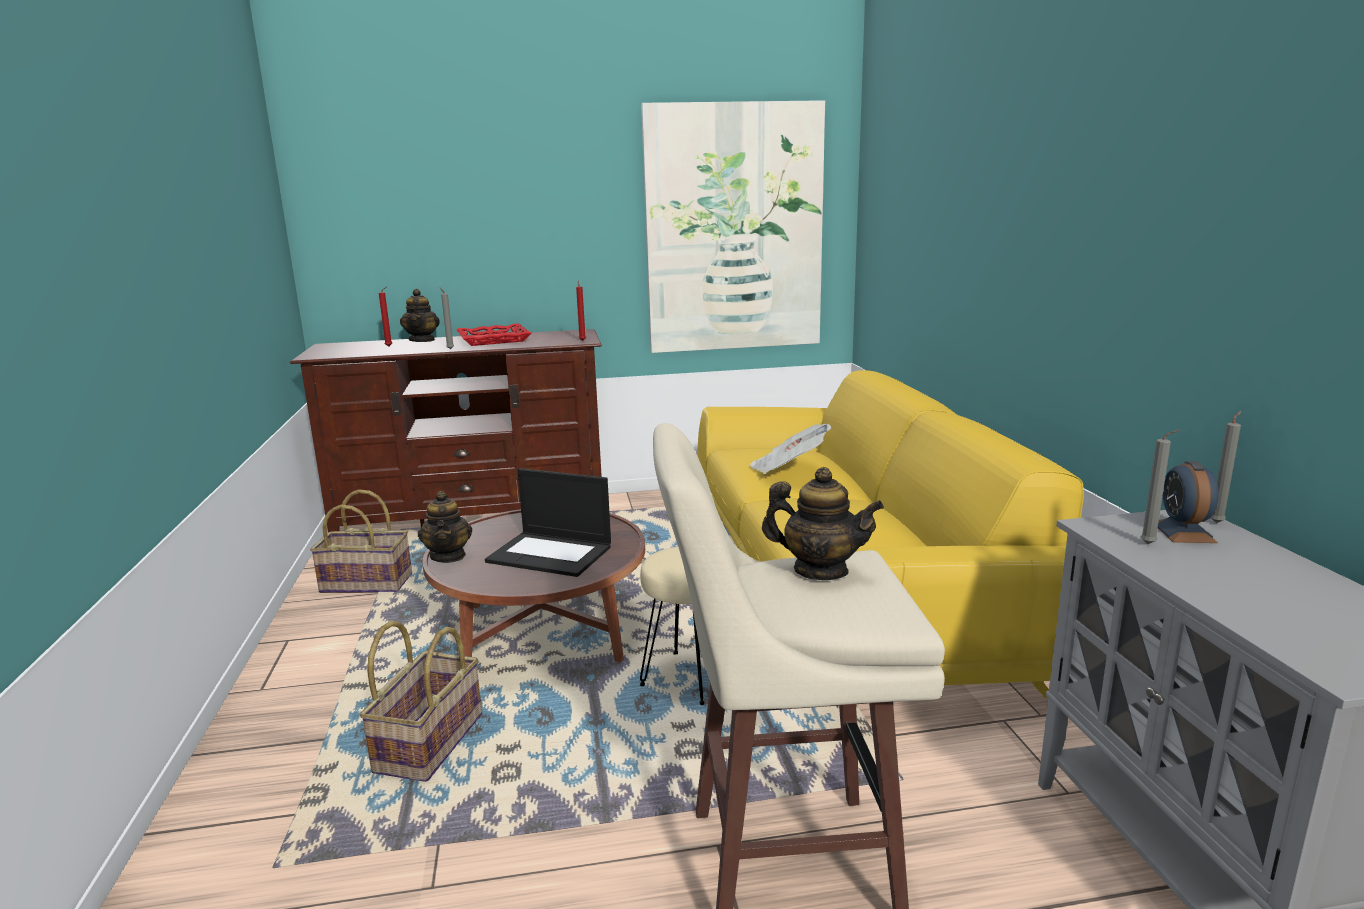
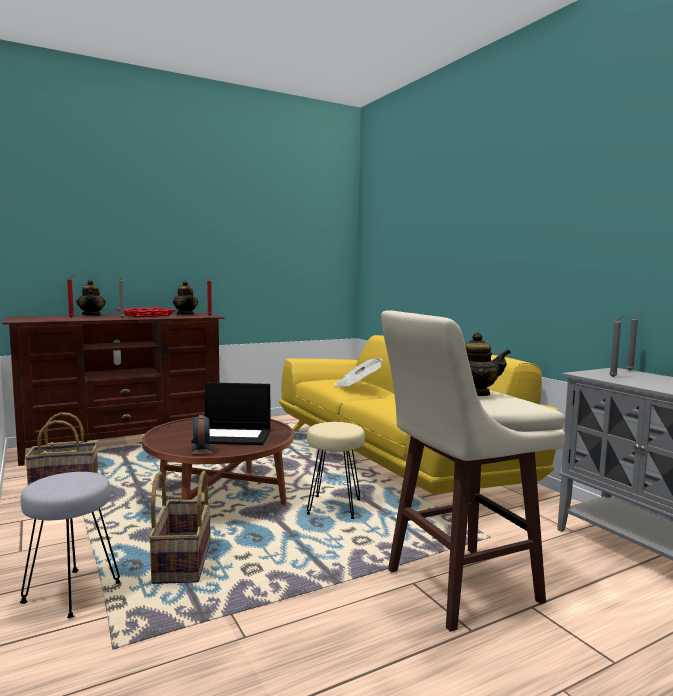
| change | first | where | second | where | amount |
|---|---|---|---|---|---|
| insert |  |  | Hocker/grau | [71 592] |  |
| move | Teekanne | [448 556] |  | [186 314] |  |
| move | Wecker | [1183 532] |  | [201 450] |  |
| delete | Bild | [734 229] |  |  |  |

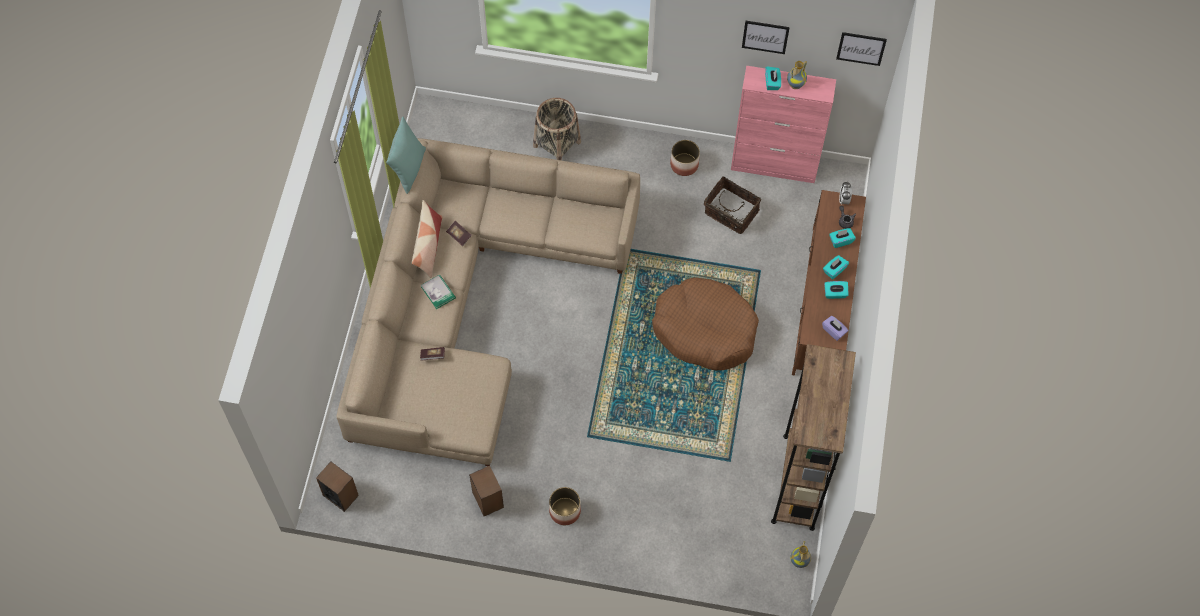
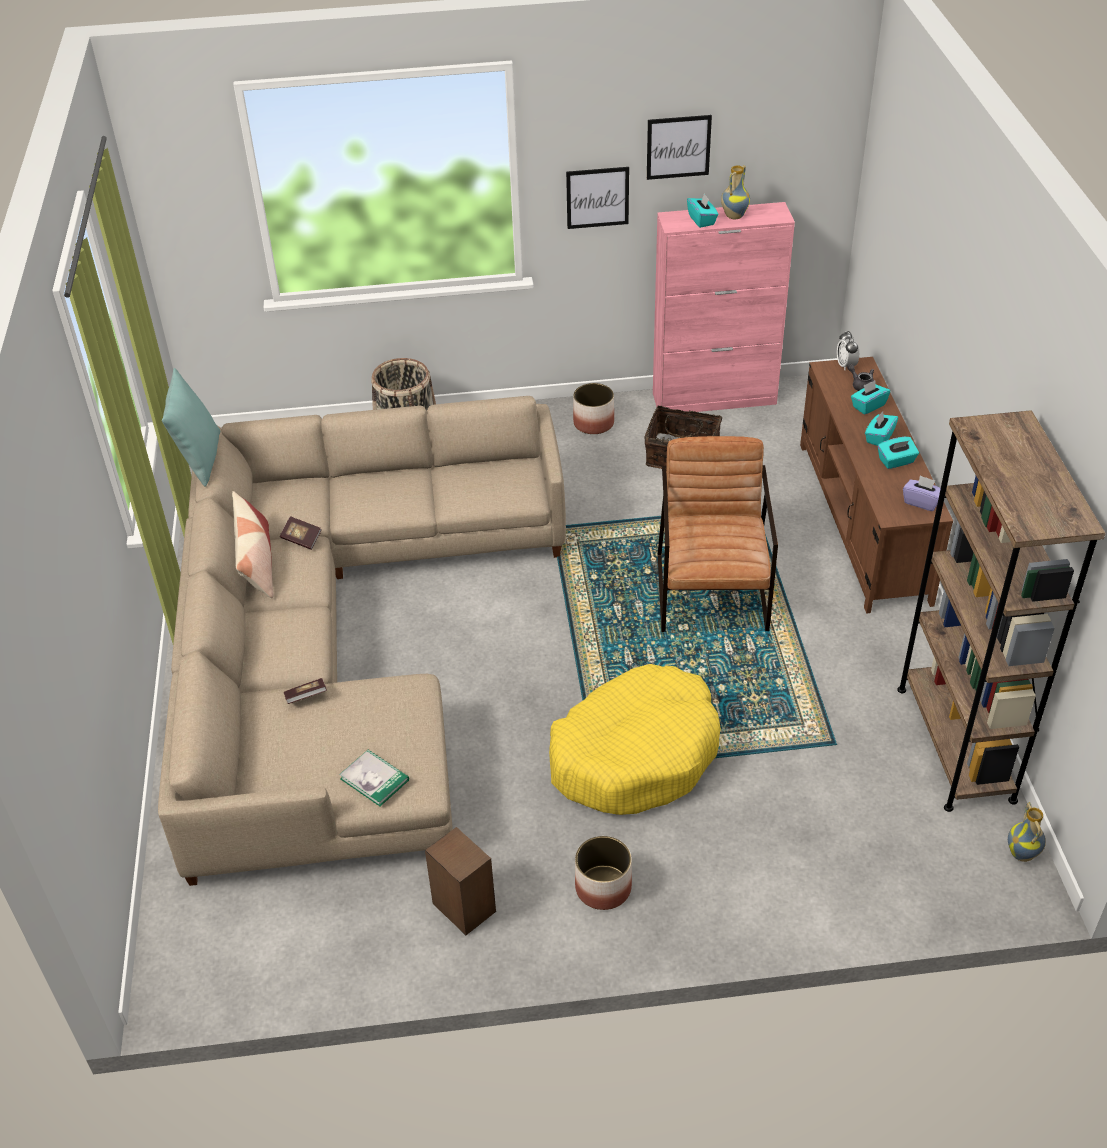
| change | first | where | second | where | amount |
|---|---|---|---|---|---|
| move | Buch | [438 292] |  | [374 779] |  |
| insert |  |  | Hundebett/gelb | [635 754] |  |
| move | Bild | [861 48] |  | [597 197] |  |
| replace | Hundebett/braun | [704 330] | Sessel/braun | [712 592] |  |
| delete | Lautsprecher | [340 495] |  |  |  |

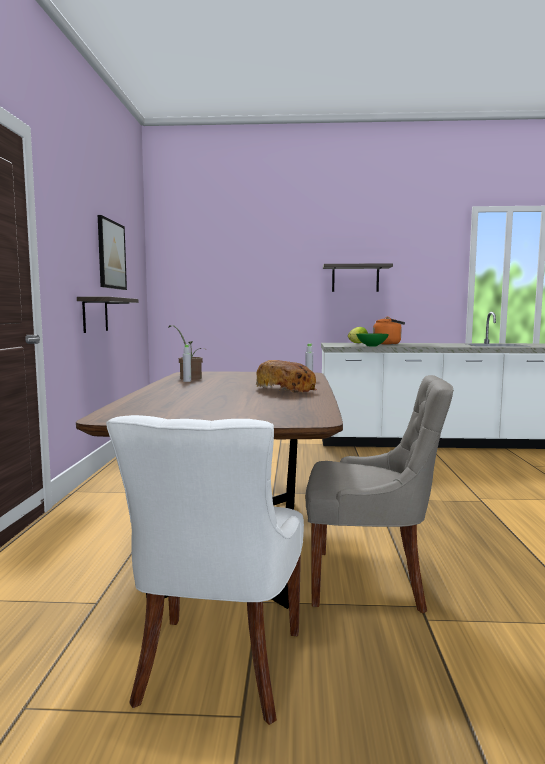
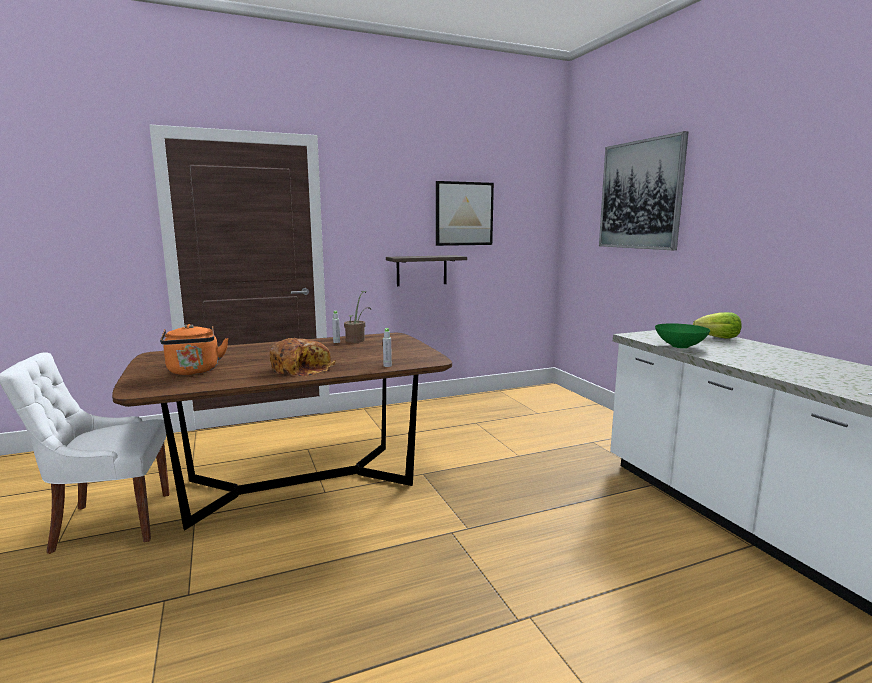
| change | first | where | second | where | amount |
|---|---|---|---|---|---|
| move | Wasserkessel/orange | [388 344] |  | [194 371] |  |
| insert |  |  | Bild | [640 195] |  |
| delete | Stuhl/grau | [371 581] |  |  |  |
| delete | Wandregal | [355 278] |  |  |  |

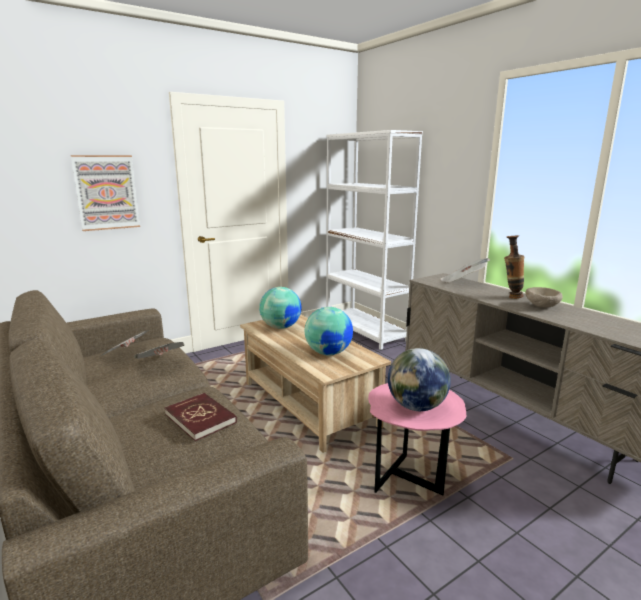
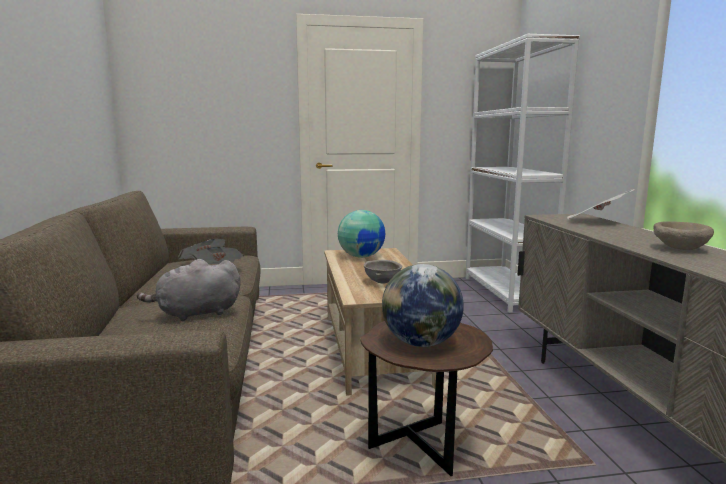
| change | first | where | second | where | amount |
|---|---|---|---|---|---|
| replace | Buch/rot | [201 418] | Plüschtier/grau | [195 313] |  |
| recolor | Beistelltisch/rosa | [410 481] | Beistelltisch/braun | [423 450] |  |
| replace | Globus | [328 353] | Schüssel/grau | [383 282] |  |
| delete | Bild | [106 192] |  |  |  |
| delete | Vase | [511 297] |  |  |  |

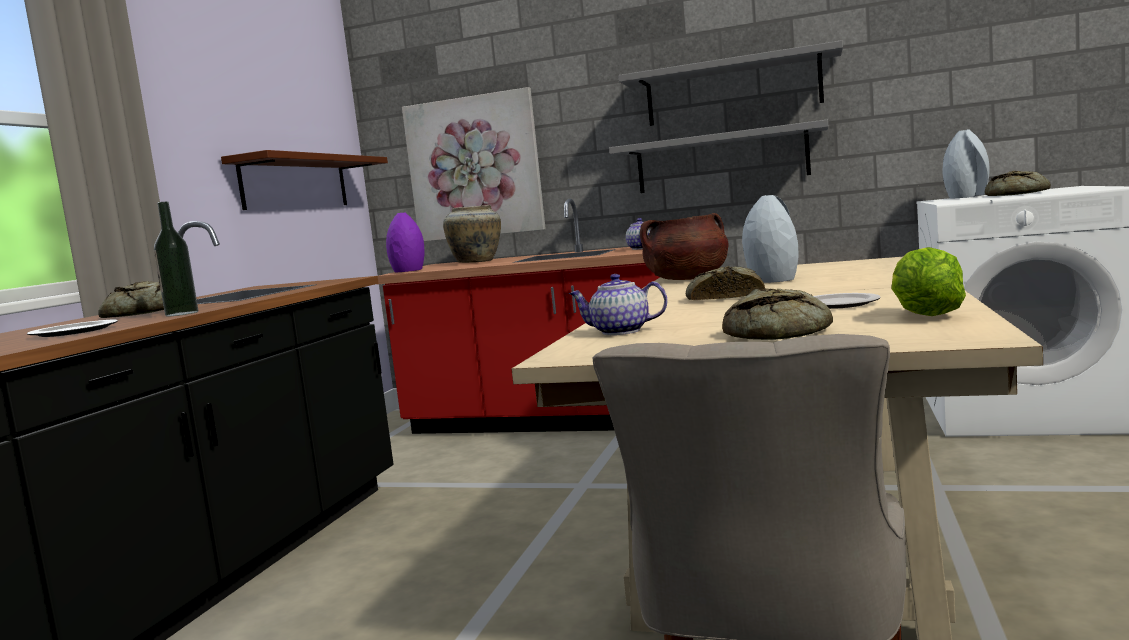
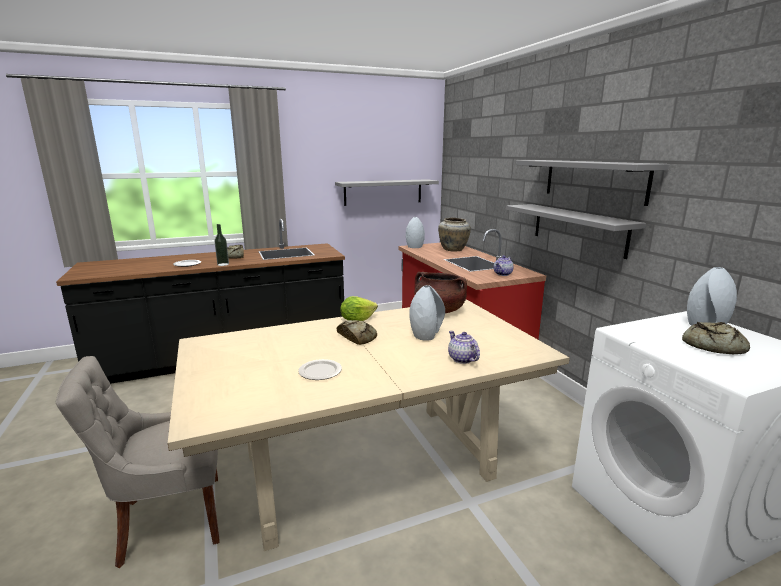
| change | first | where | second | where | amount |
|---|---|---|---|---|---|
| recolor | Wandregal/braun | [295 183] | Wandregal/grau | [383 192] |  |
| move | Salatkopf | [925 316] |  | [357 320] |  |
| recolor | Vase/lila | [408 271] | Vase/grau | [414 247] |  |
| move | Teekanne | [619 332] |  | [461 359] |  |
| delete | Bild | [474 167] |  |  |  |
| delete | Brot | [782 332] |  |  |  |

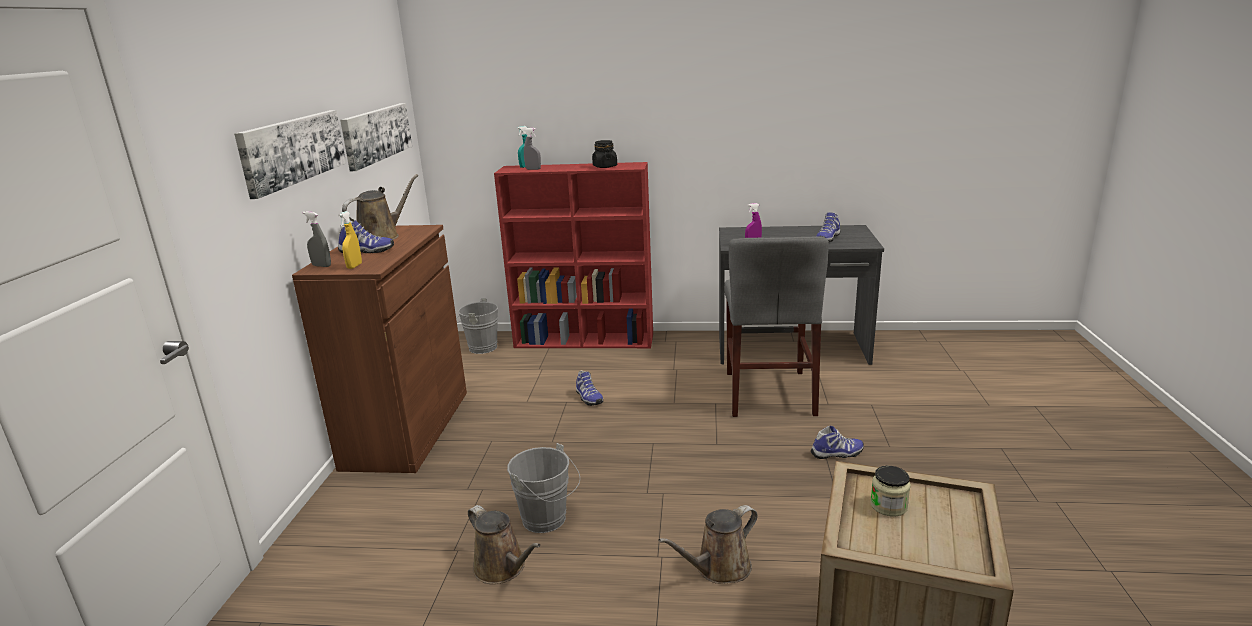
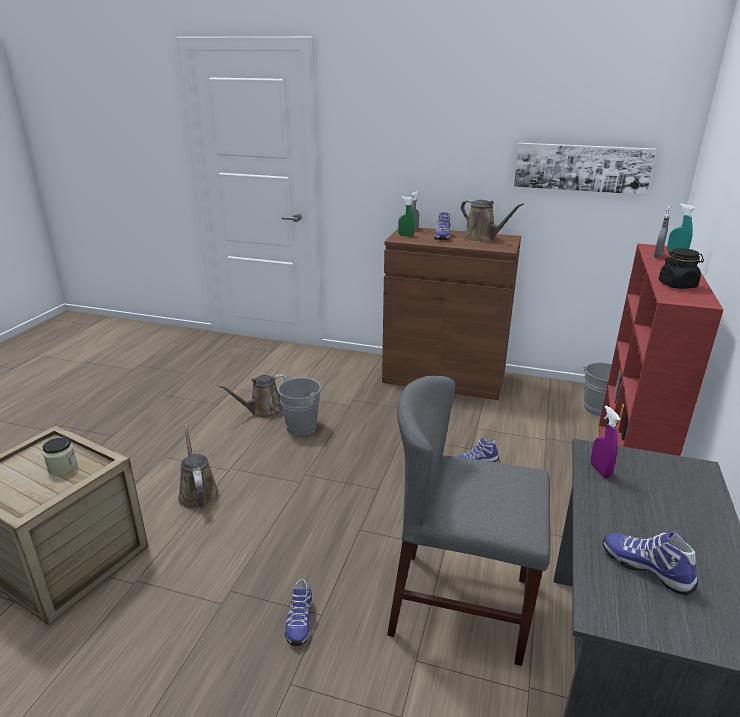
| change | first | where | second | where | amount |
|---|---|---|---|---|---|
| recolor | Sprühflasche/gelb | [354 266] | Sprühflasche/grün | [406 235] |  |
| delete | Bild | [293 150] |  |  |  |

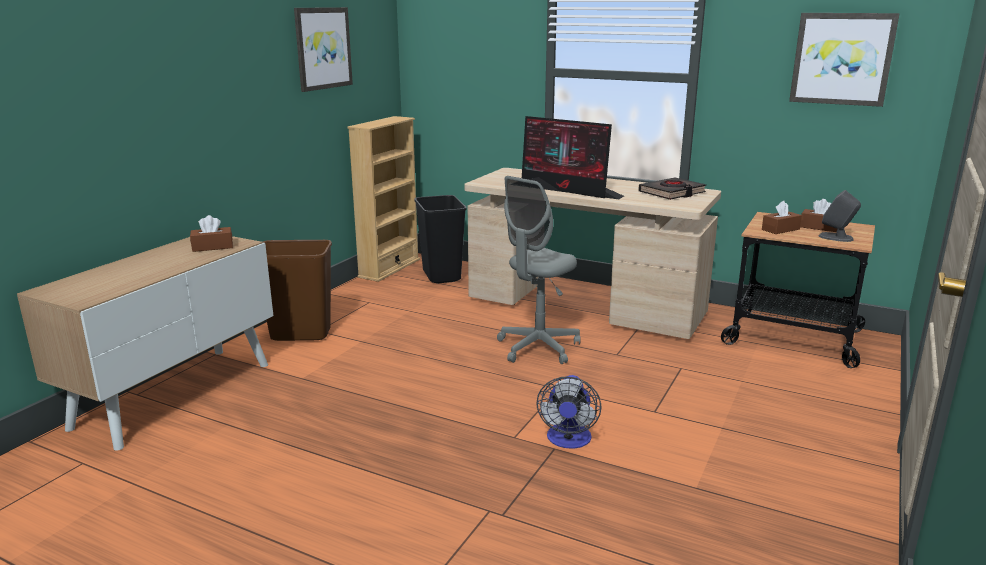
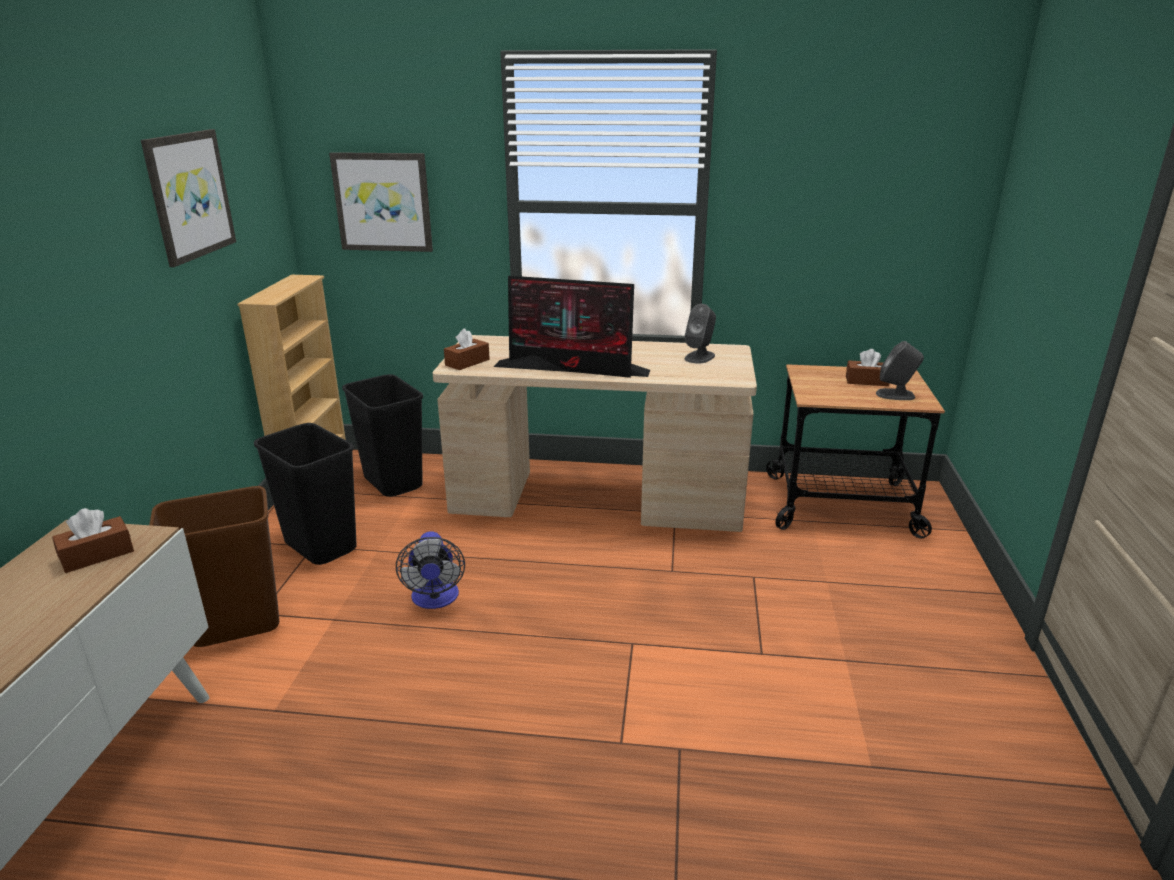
| change | first | where | second | where | amount |
|---|---|---|---|---|---|
| insert |  |  | Mülleimer/schwarz | [319 547] |  |
| move | Bild | [842 59] |  | [383 202] |  |
| move | Ventilator | [568 440] |  | [435 599] |  |
| move | Taschentuchbox/braun | [780 229] |  | [467 362] |  |
| replace | Buch/schwarz | [672 193] | Lautsprecher/grau | [699 357] |  |
| delete | Bürostuhl/grau | [538 347] |  |  |  |

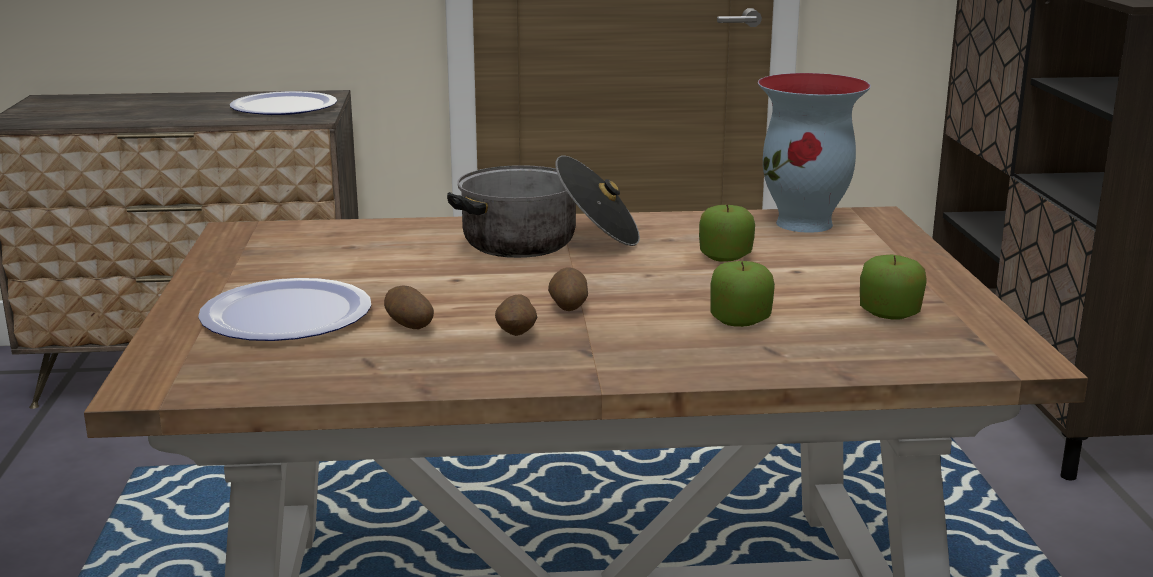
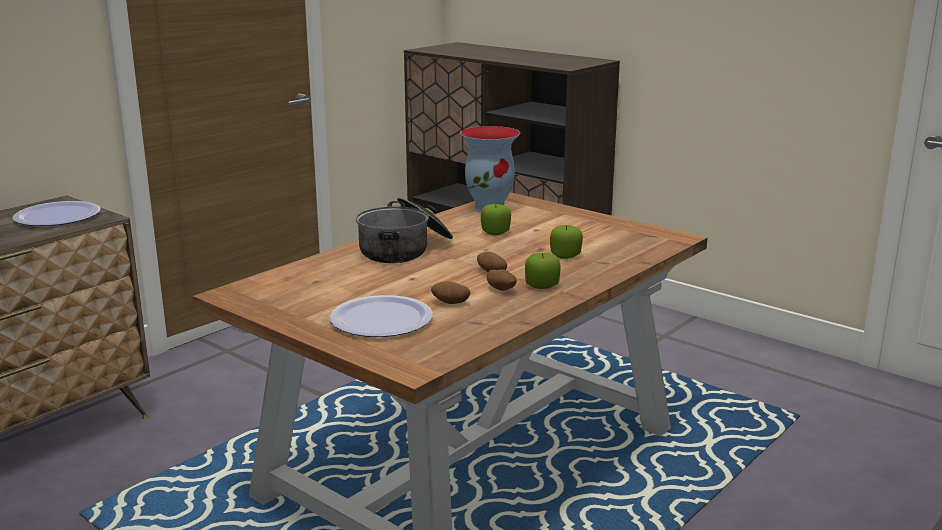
| change | first | where | second | where | amount |
|---|---|---|---|---|---|
| move | Apfel | [889 314] |  | [542 286] |  |

